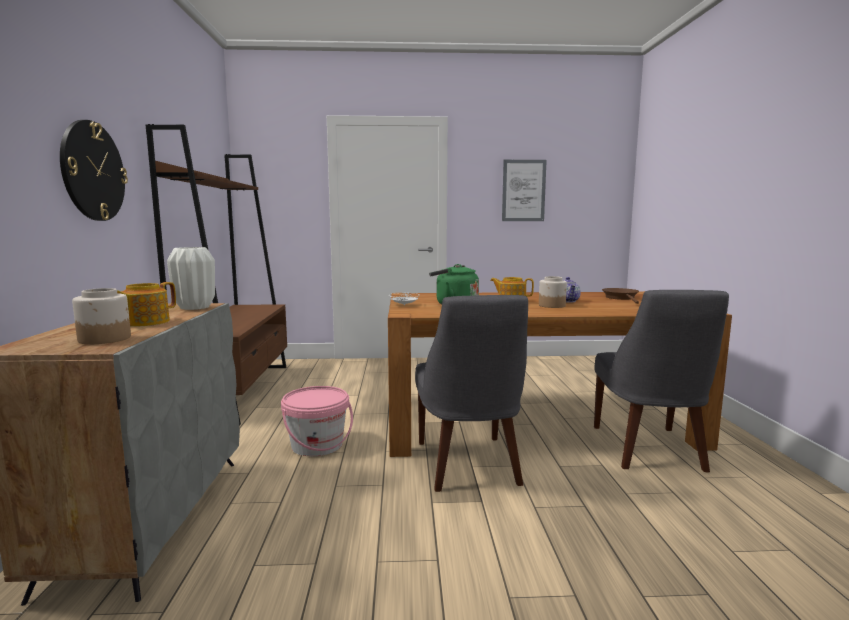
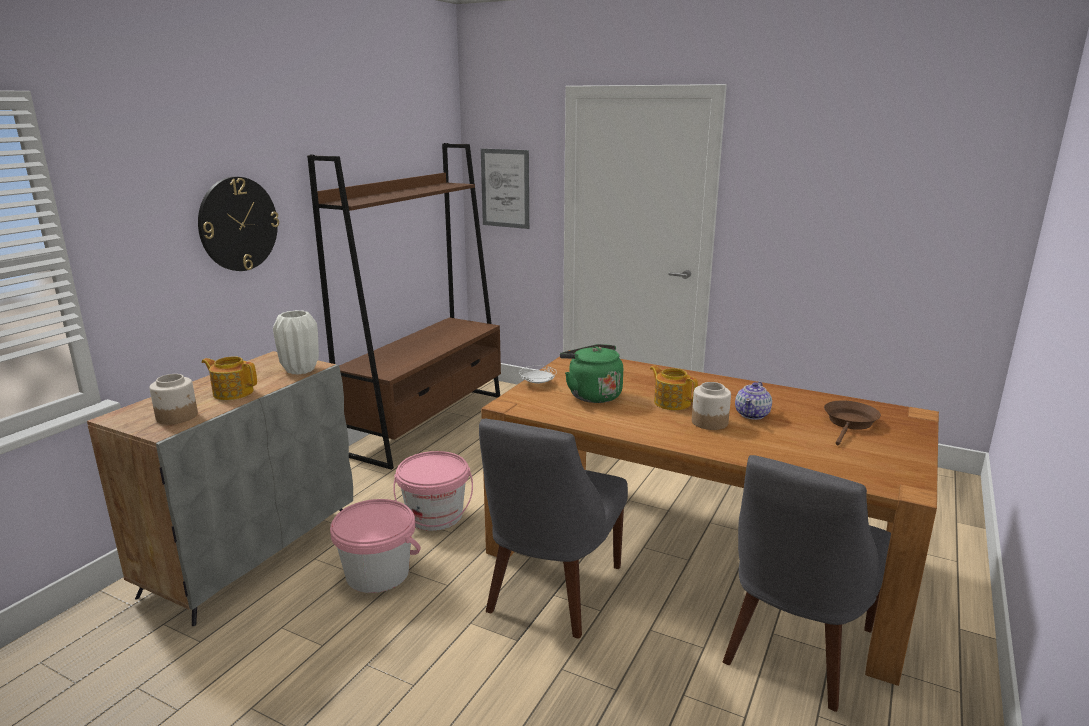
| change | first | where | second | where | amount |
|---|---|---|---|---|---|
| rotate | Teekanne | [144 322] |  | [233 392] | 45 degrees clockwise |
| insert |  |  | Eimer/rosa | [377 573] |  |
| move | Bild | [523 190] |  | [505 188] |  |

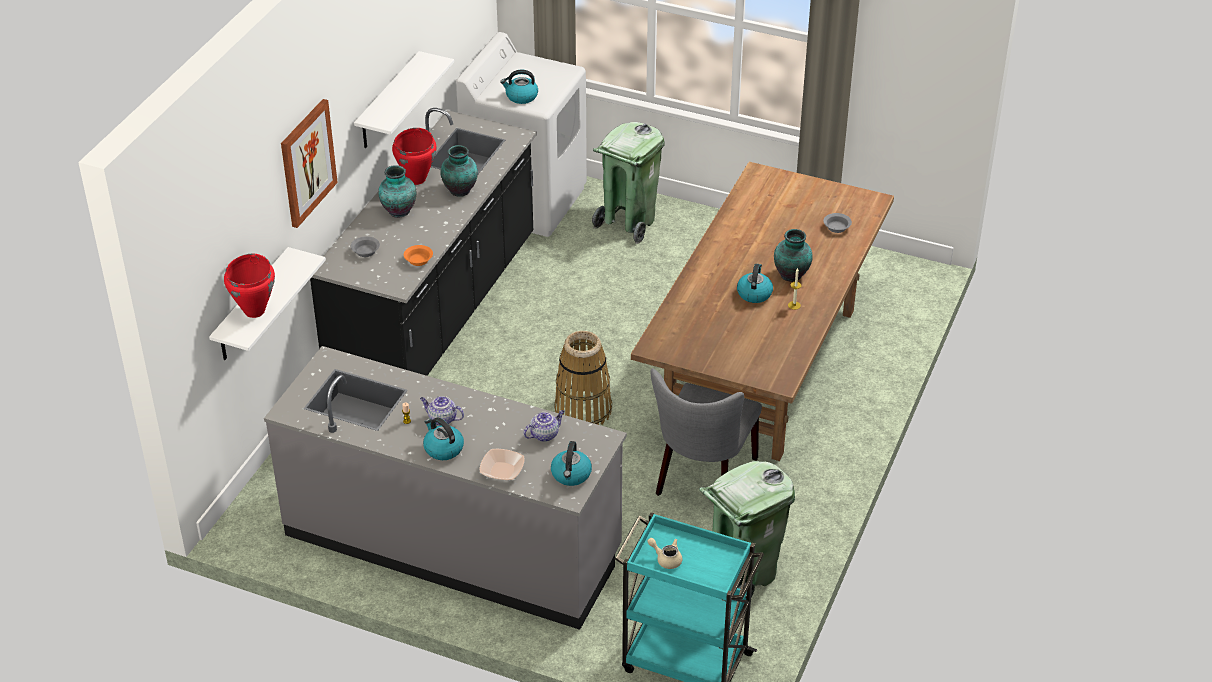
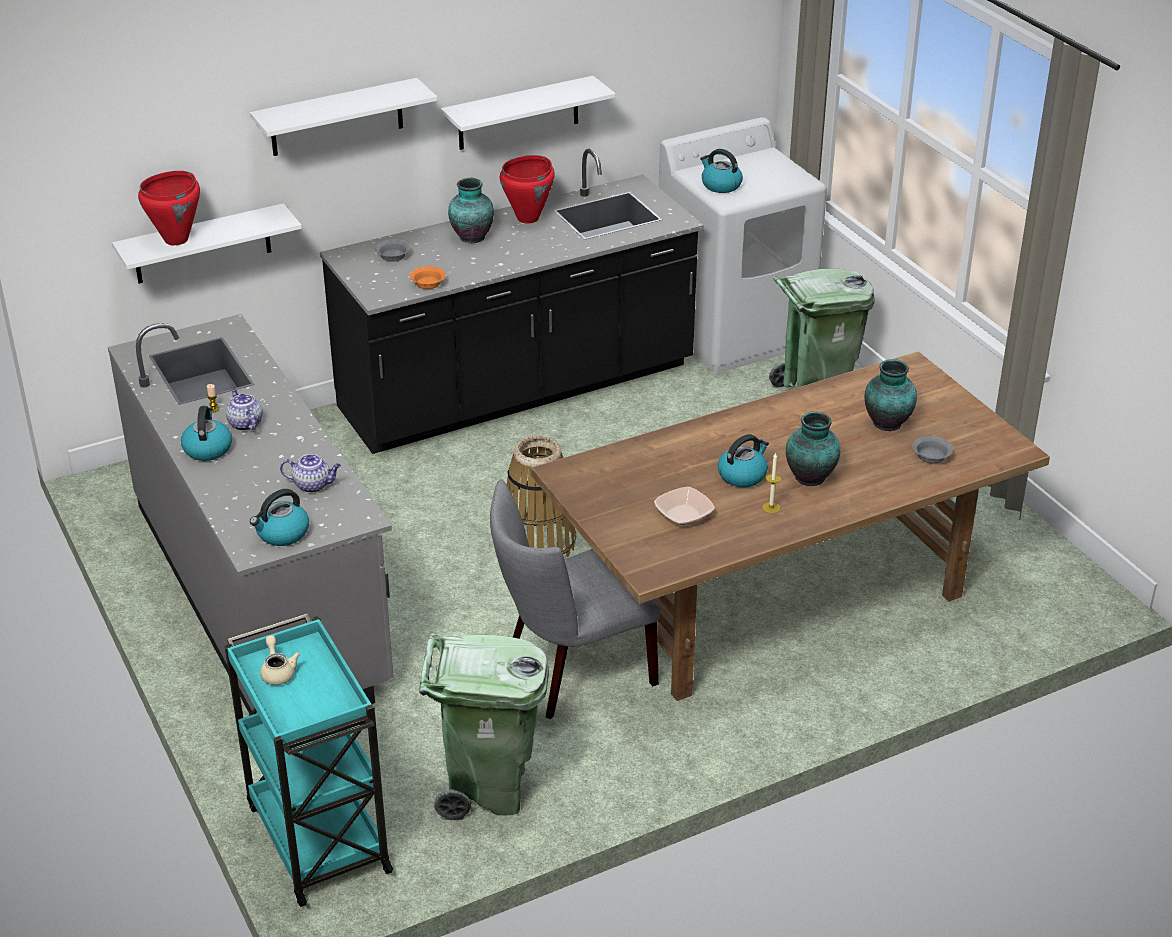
| change | first | where | second | where | amount |
|---|---|---|---|---|---|
| replace | Bild | [307 162] | Wandregal/weiß | [336 117] |  |
| move | Schüssel | [502 471] |  | [683 514] |  |
| move | Vase | [460 191] |  | [887 424] |  |

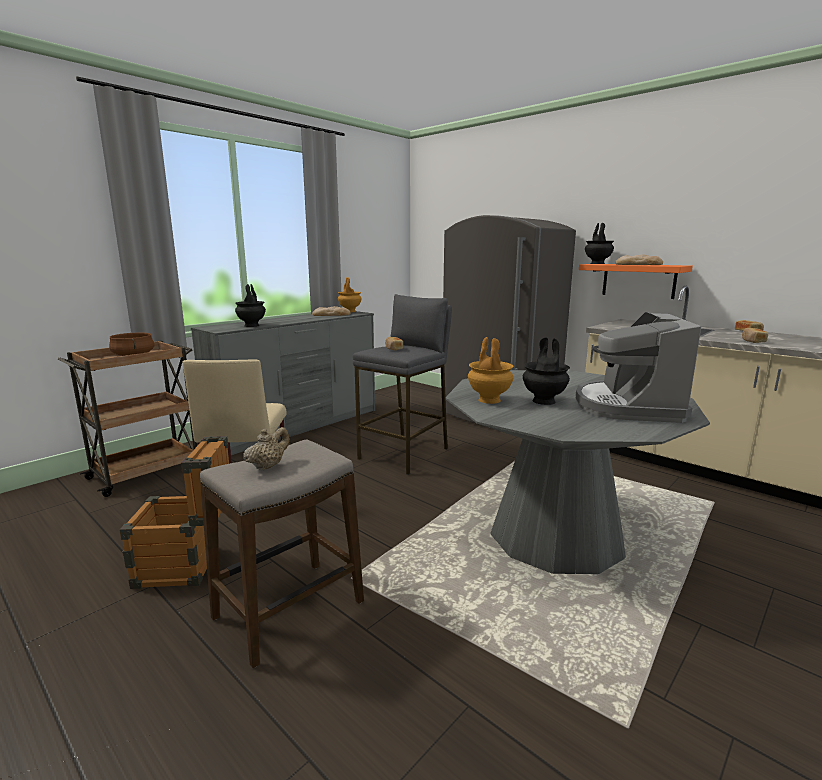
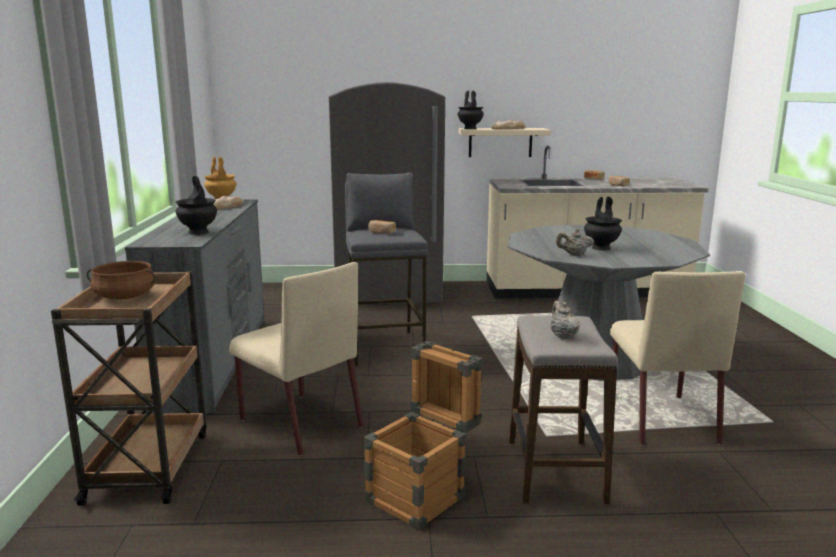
| change | first | where | second | where | amount |
|---|---|---|---|---|---|
| recolor | Wandregal/orange | [638 280] | Wandregal/beige | [500 142] |  |
| replace | Vase/braun | [488 400] | Teekanne/beige | [574 255] |  |
| insert |  |  | Stuhl/beige | [660 418] |  |
| delete | Kaffeemaschine | [628 406] |  |  |  |

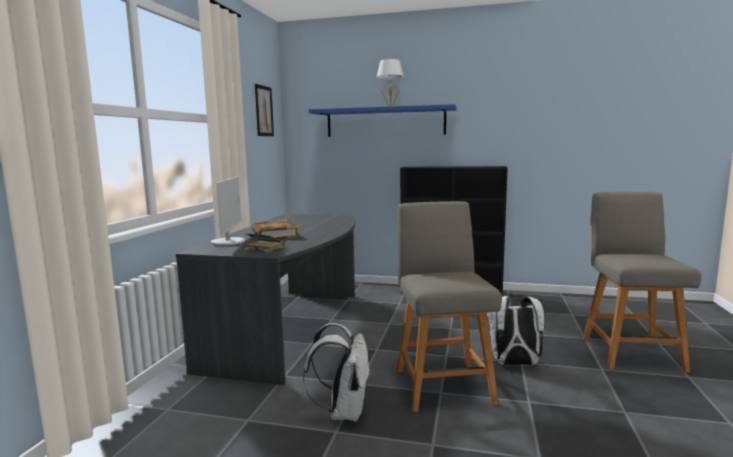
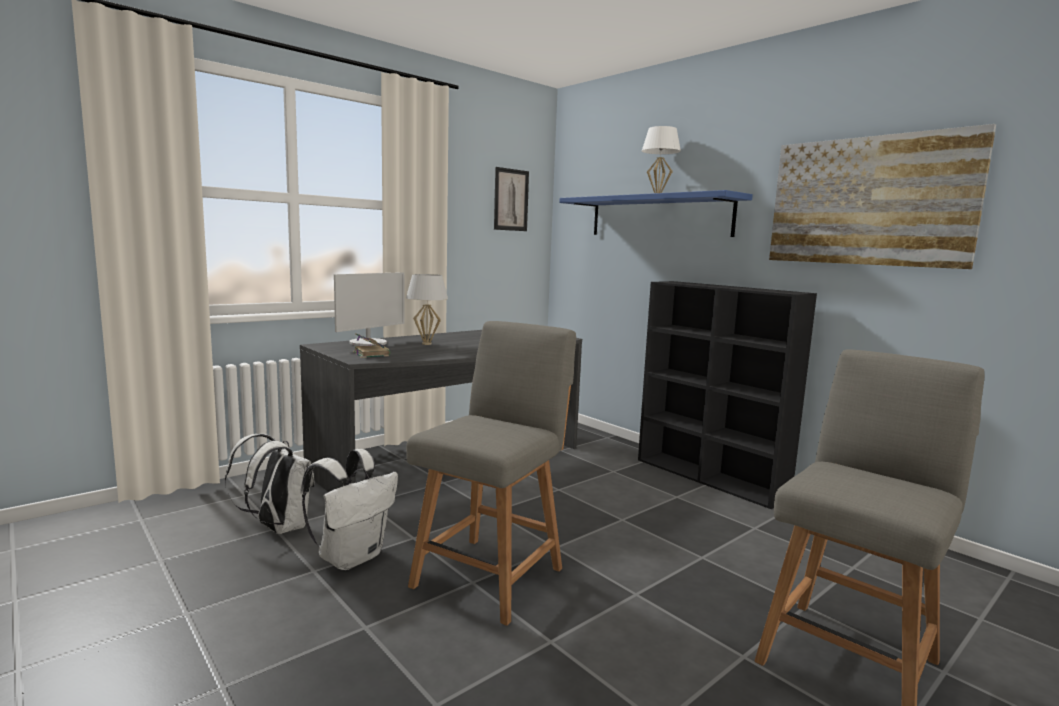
| change | first | where | second | where | amount |
|---|---|---|---|---|---|
| move | Rucksack/weiß | [513 364] |  | [278 528] |  |
| replace | Buch | [274 234] | Tischlampe/weiß | [427 344] |  |
| insert |  |  | Bild | [868 201] |  |

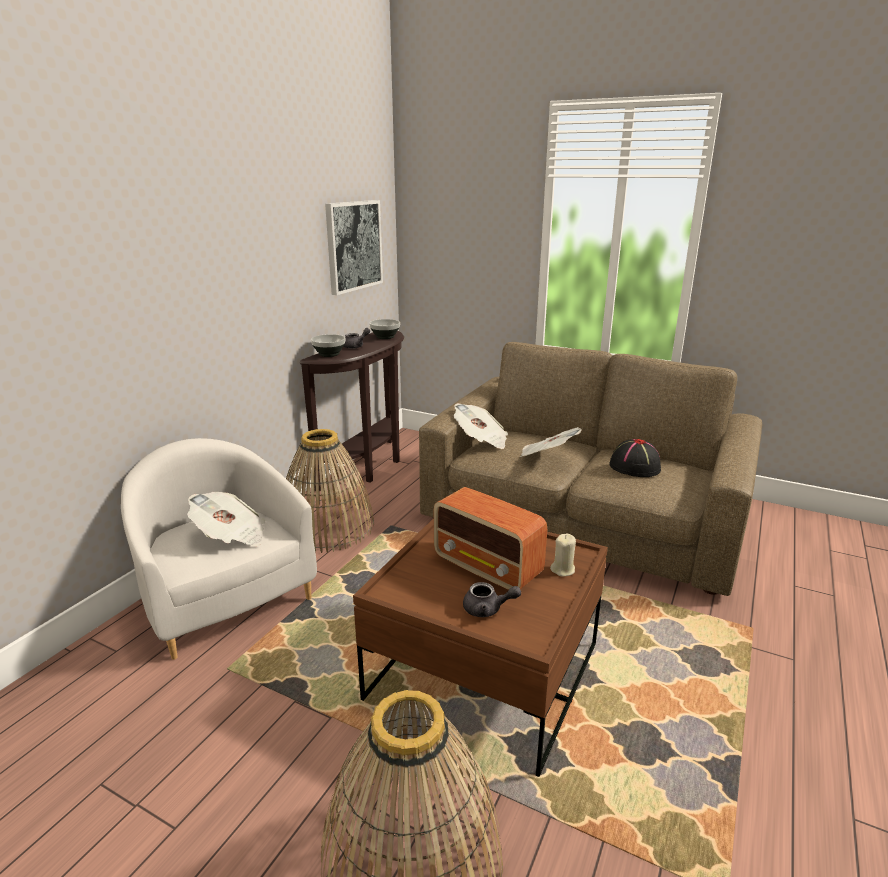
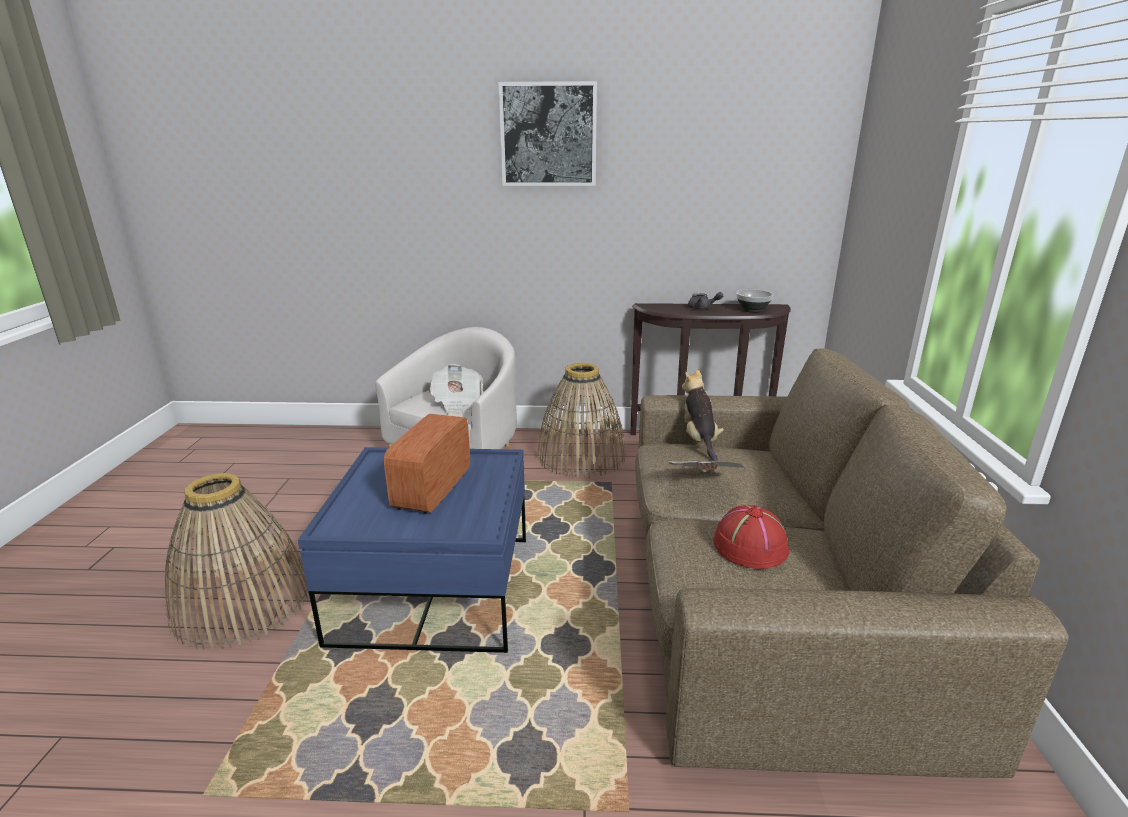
| change | first | where | second | where | amount |
|---|---|---|---|---|---|
| recolor | Couchtisch/braun | [484 671] | Couchtisch/blau | [435 589] |  |
| move | Bild | [353 246] |  | [548 135] |  |
| replace | Zeitung | [481 440] | Plüschtier | [699 440] |  |
| recolor | Hut/schwarz | [634 467] | Hut/rot | [749 546] |  |
| delete | Schüssel | [328 354] |  |  |  |
| delete | Teekanne/grau | [487 609] |  |  |  |
| delete | Kerze/beige | [563 569] |  |  |  |

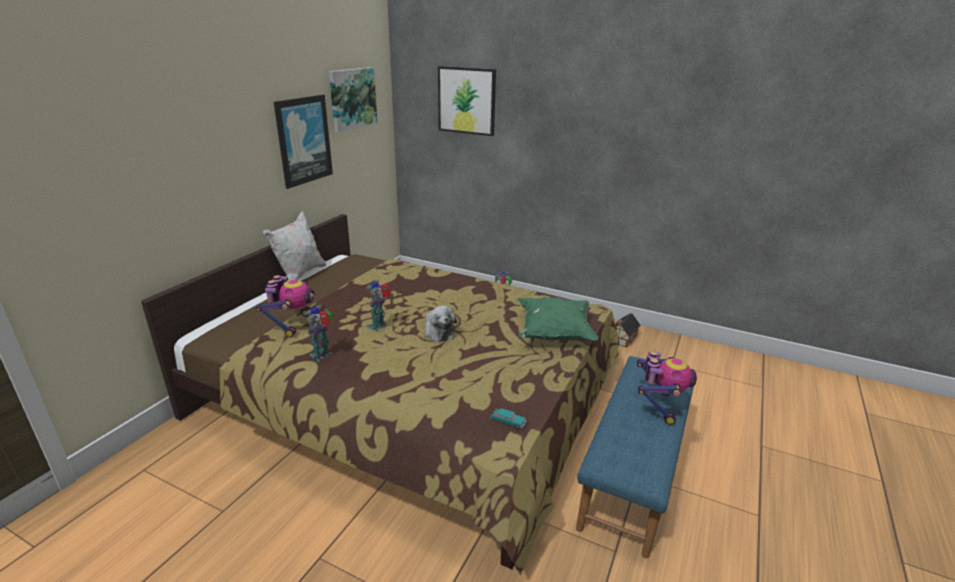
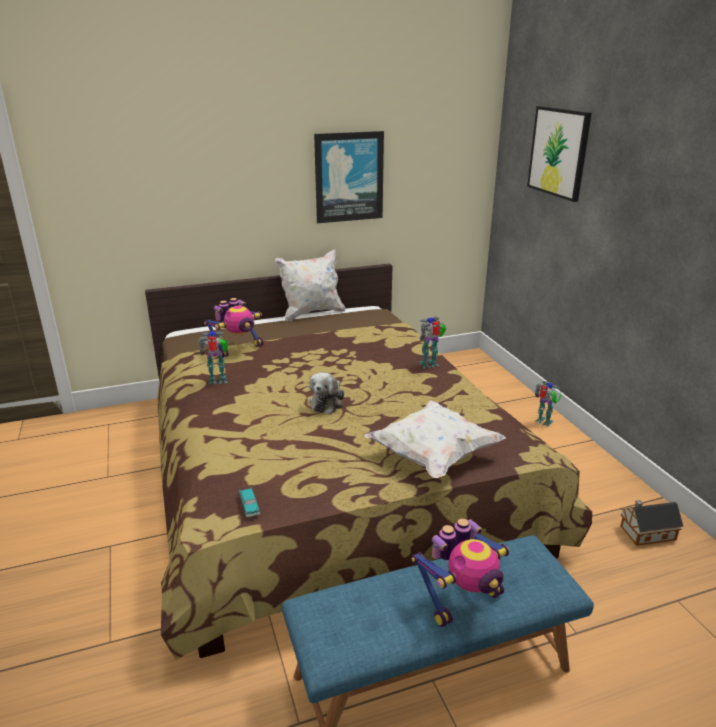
| change | first | where | second | where | amount |
|---|---|---|---|---|---|
| recolor | Kissen/grün | [554 334] | Kissen/weiß | [433 456] |  |
| move | Spielzeugroboter | [379 326] |  | [430 364] |  |
| delete | Bild | [352 98] |  |  |  |

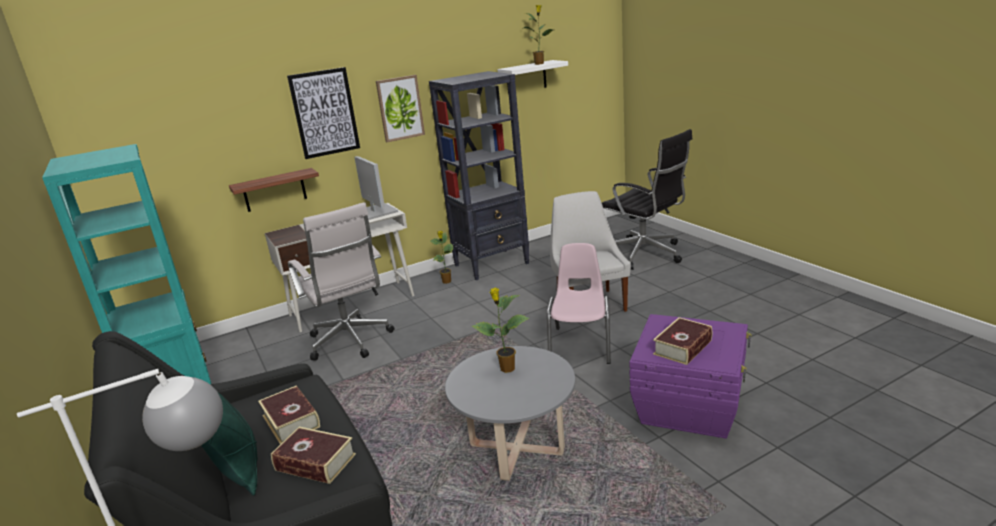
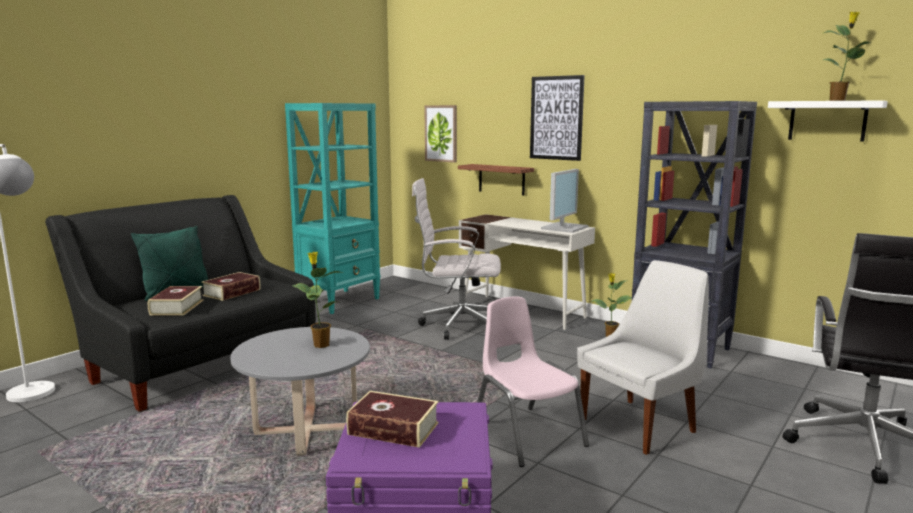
| change | first | where | second | where | amount |
|---|---|---|---|---|---|
| rotate | Bürostuhl/weiß | [351 342] |  | [457 326] | 60 degrees clockwise |
| move | Bild | [400 108] |  | [441 133] |  |
| rotate | Stuhl/rosa | [581 345] |  | [527 434] | 105 degrees counterclockwise |

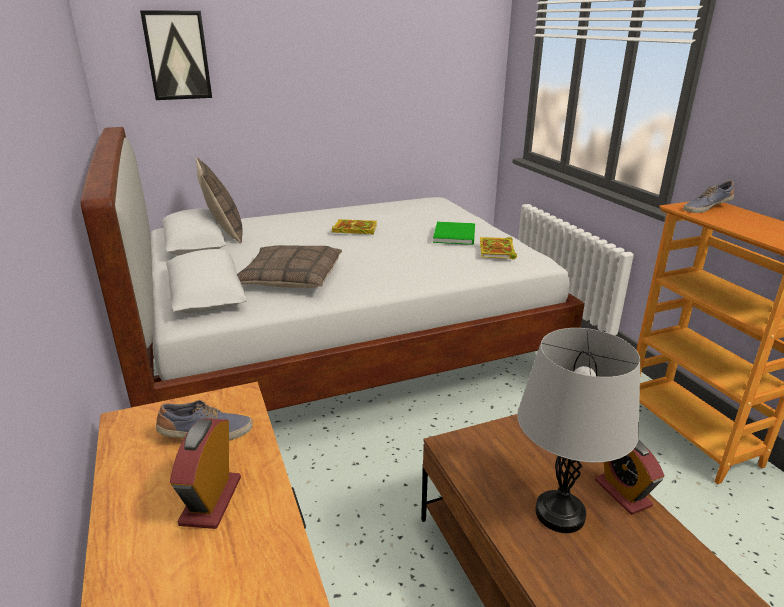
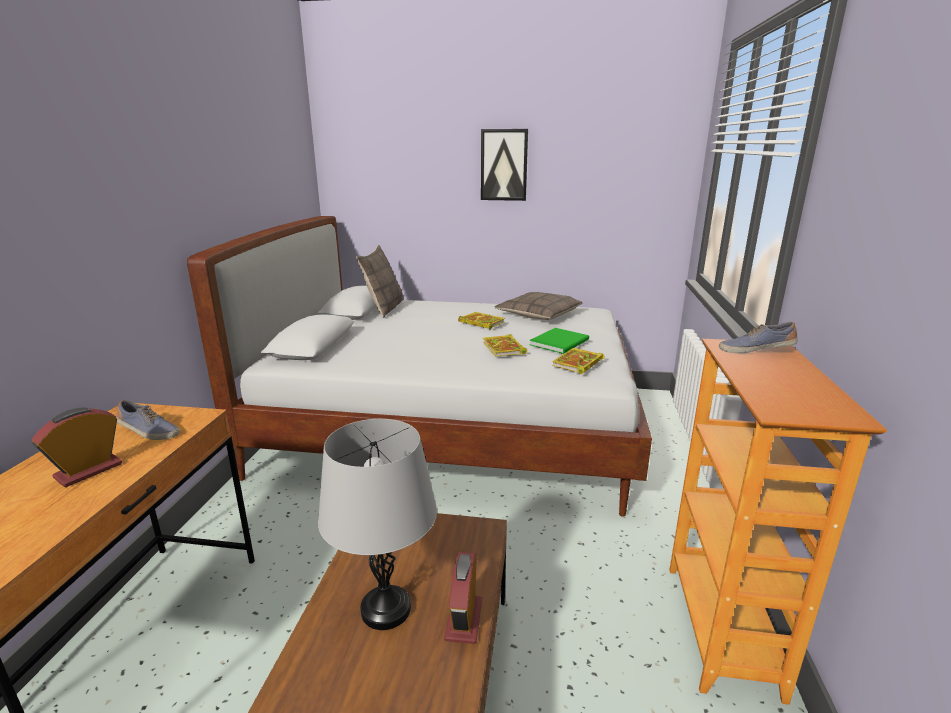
| change | first | where | second | where | amount |
|---|---|---|---|---|---|
| move | Bild | [177 55] |  | [504 165] |  |
| insert |  |  | Buch | [504 349] |  |
| move | Kissen | [290 278] |  | [538 314] |  |

